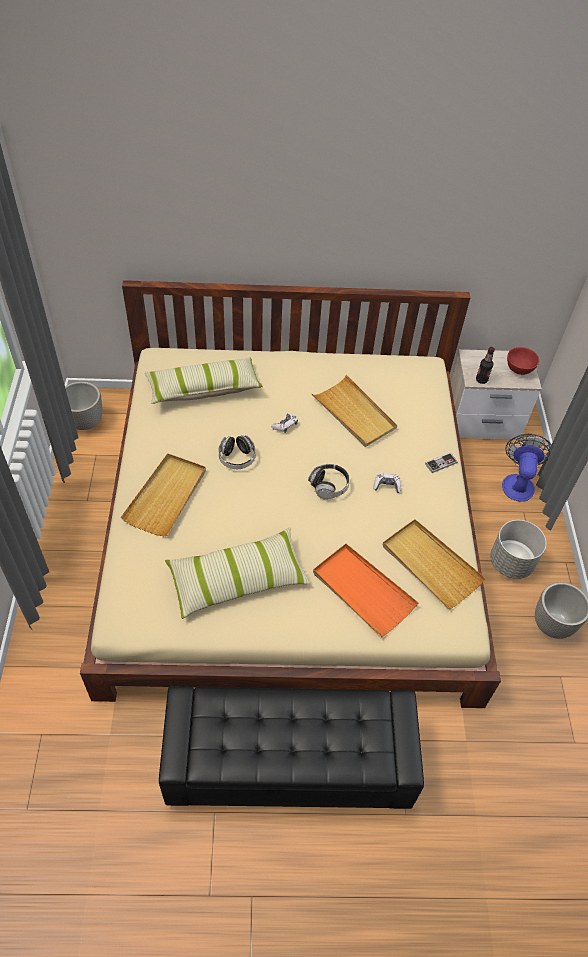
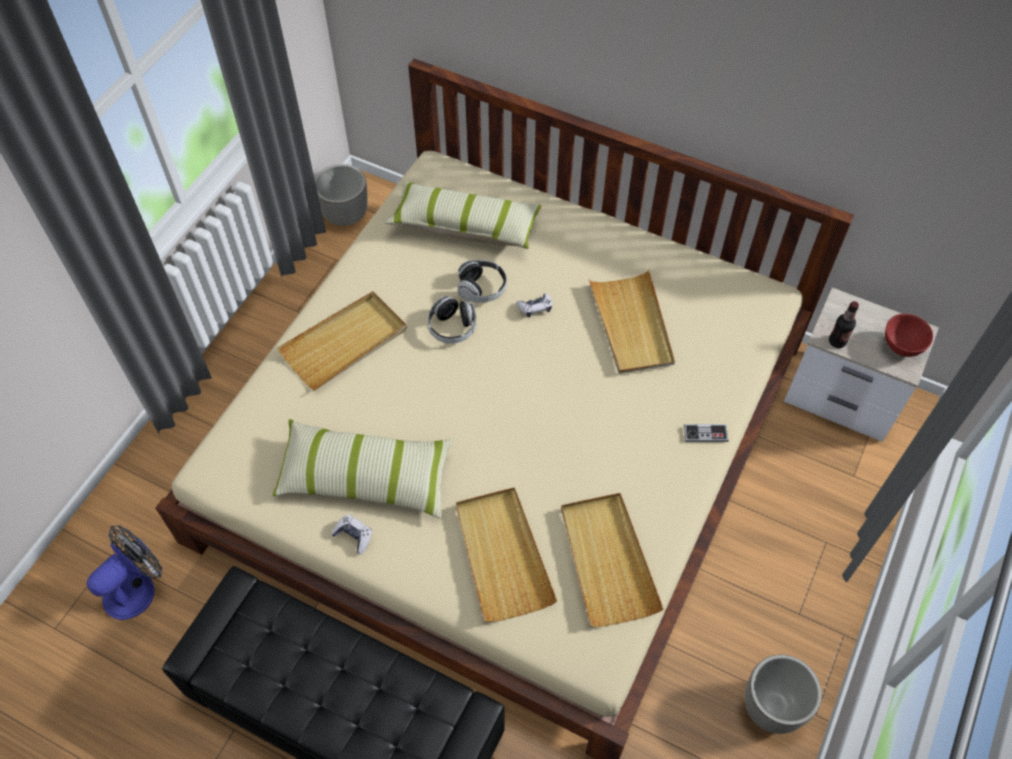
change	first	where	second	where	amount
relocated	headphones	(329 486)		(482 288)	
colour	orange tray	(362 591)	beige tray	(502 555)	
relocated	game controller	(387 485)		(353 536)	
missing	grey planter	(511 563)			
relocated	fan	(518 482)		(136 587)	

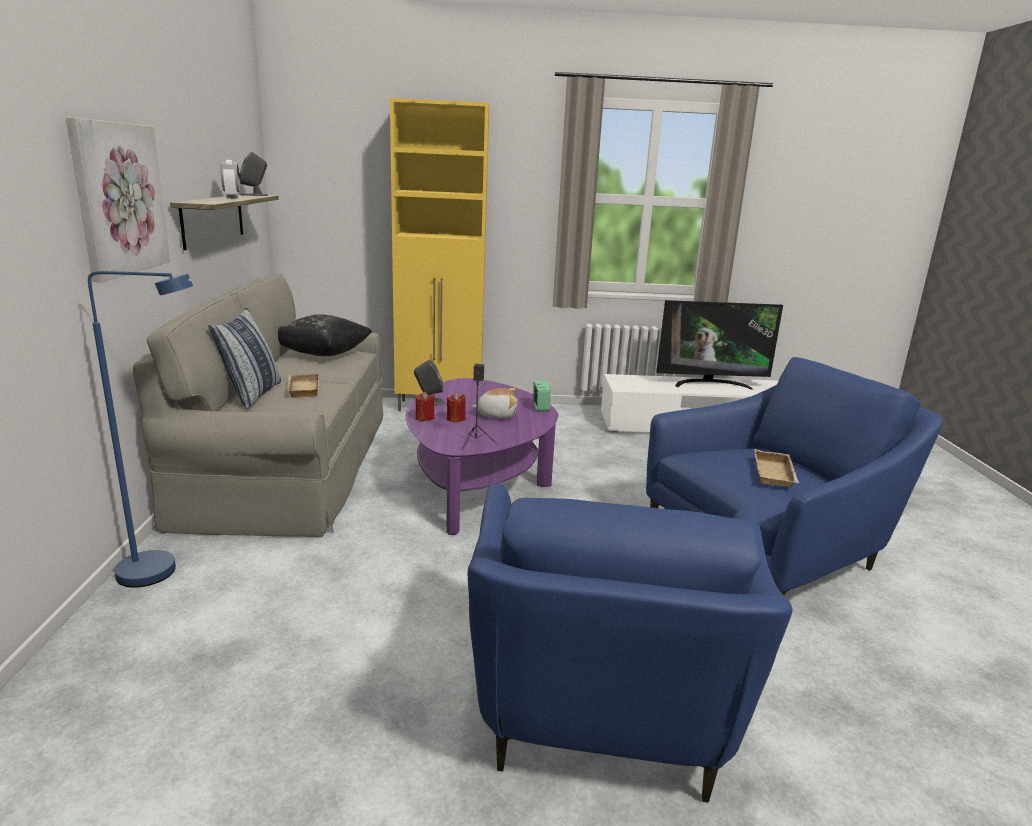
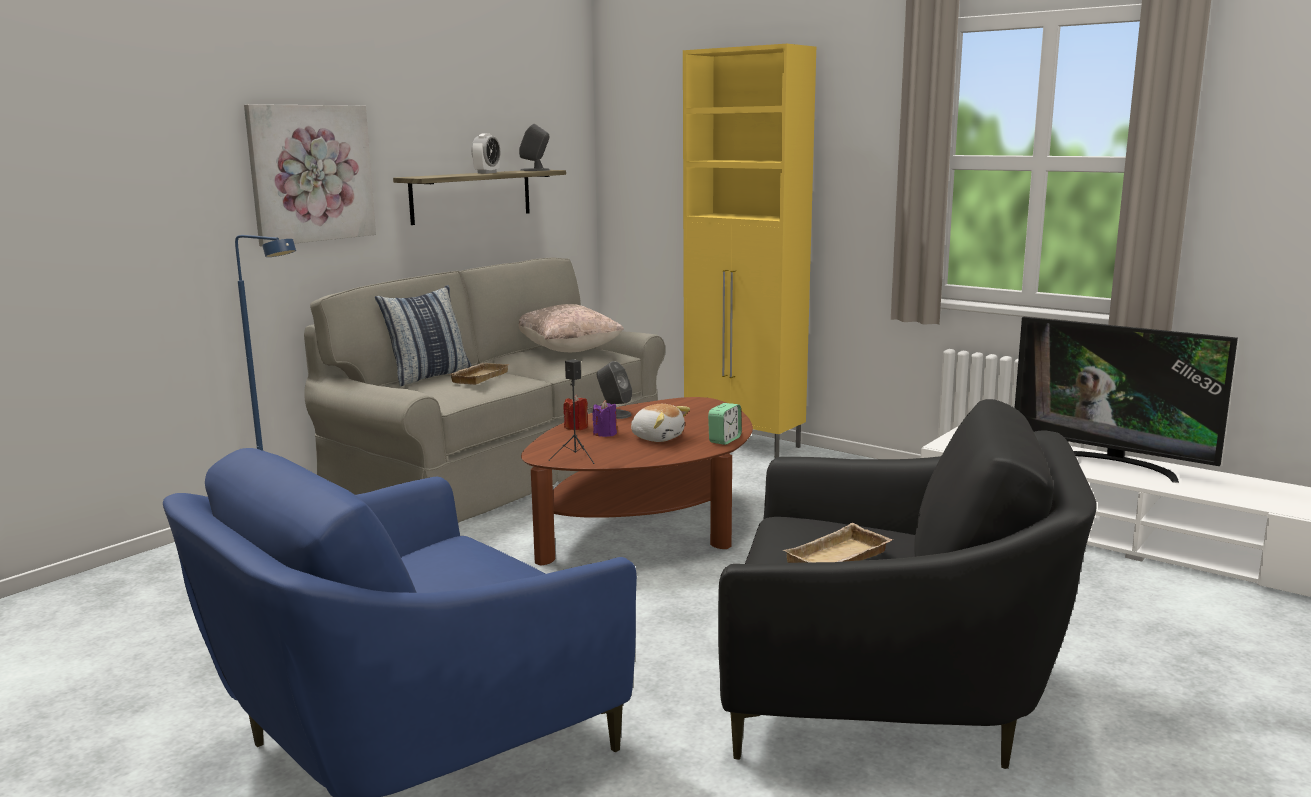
change	first	where	second	where	amount
colour	black pillow	(322 354)	beige pillow	(568 350)	
colour	purple coffee table	(476 482)	brown coffee table	(648 525)	
colour	red candle	(456 419)	purple candle	(605 434)	
colour	blue armchair	(770 551)	black armchair	(887 696)	

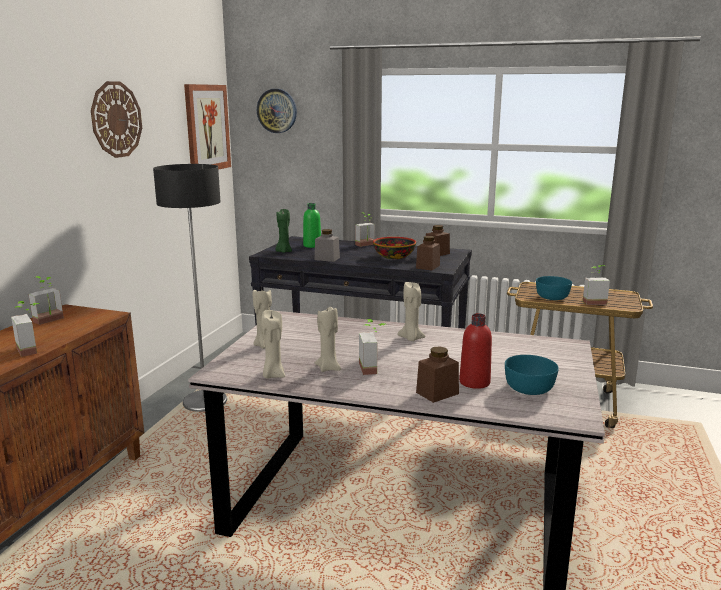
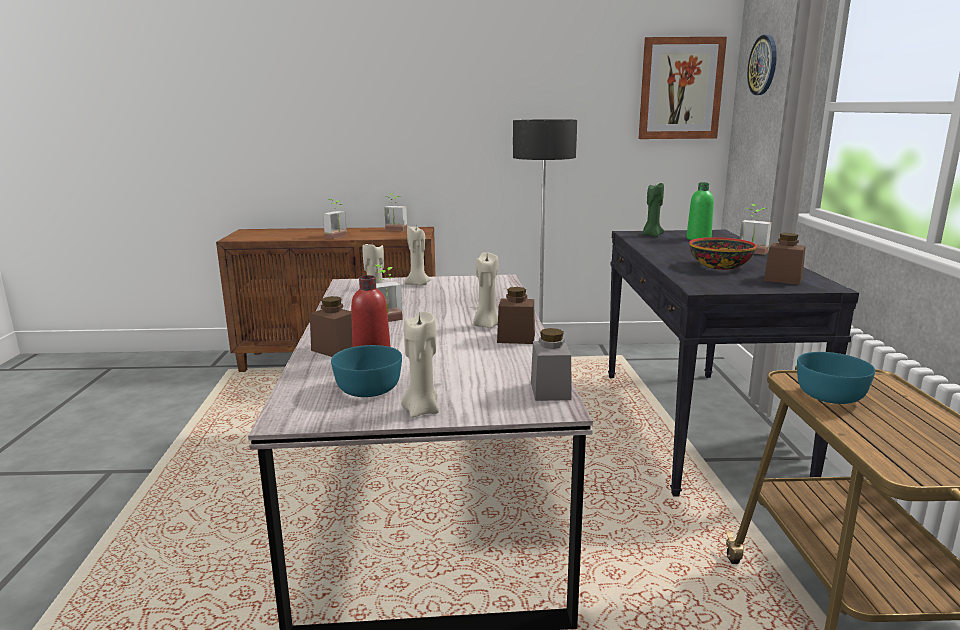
change	first	where	second	where	amount
missing	wall clock	(116 119)			
relocated	beige candle	(273 375)		(421 410)	
relocated	grey jar	(327 259)		(550 391)	
relocated	brown jar	(428 267)		(516 338)	
missing	potted plant	(593 301)			

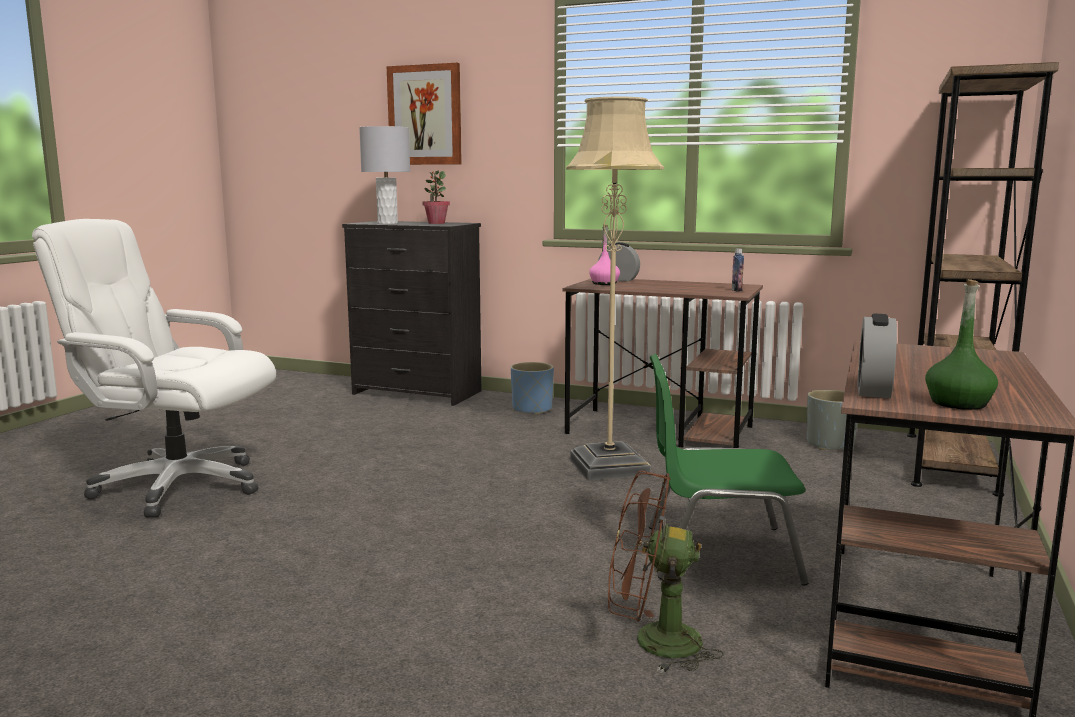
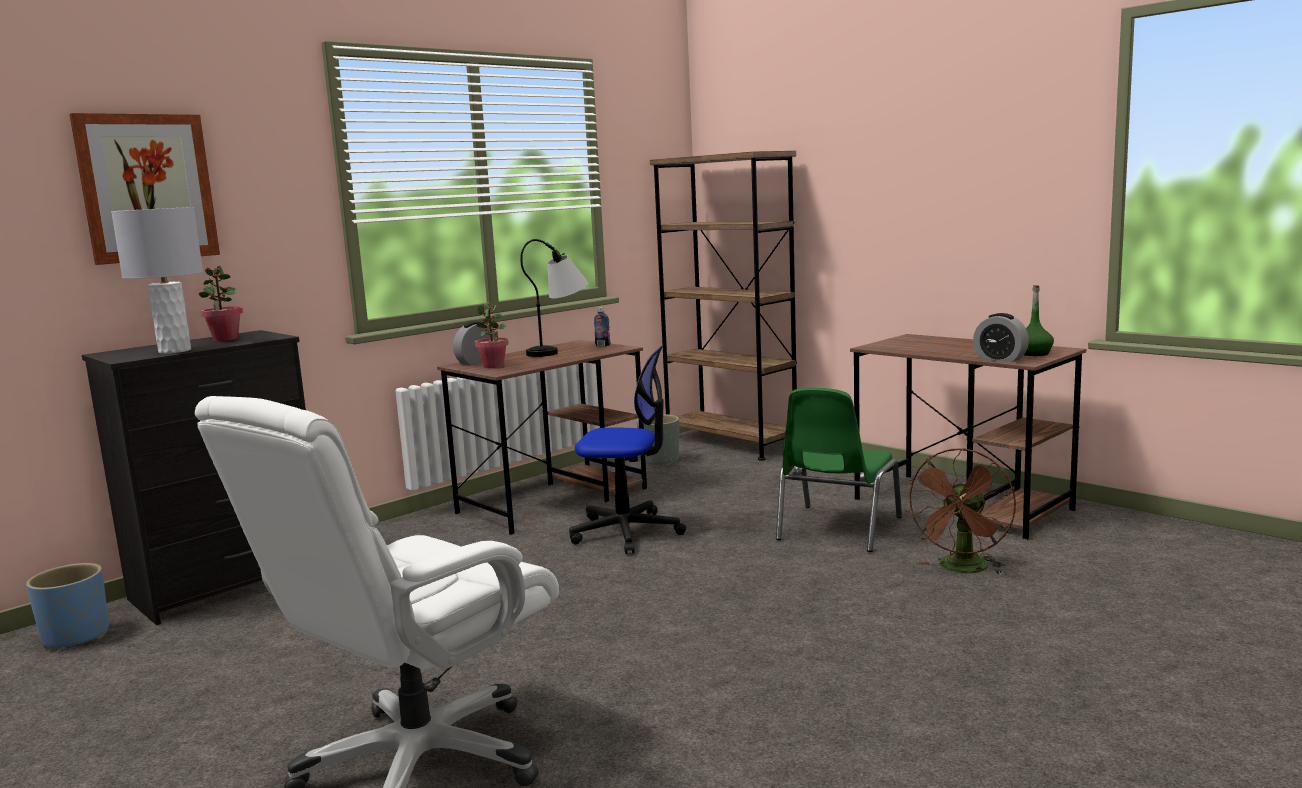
change	first	where	second	where	amount
relocated	blue planter	(532 409)		(76 637)	
exchanged	beige floor lamp	(609 467)	office chair	(627 532)	
exchanged	pink bottle	(604 283)	potted plant	(493 366)	
appeared			table lamp	(560 351)	

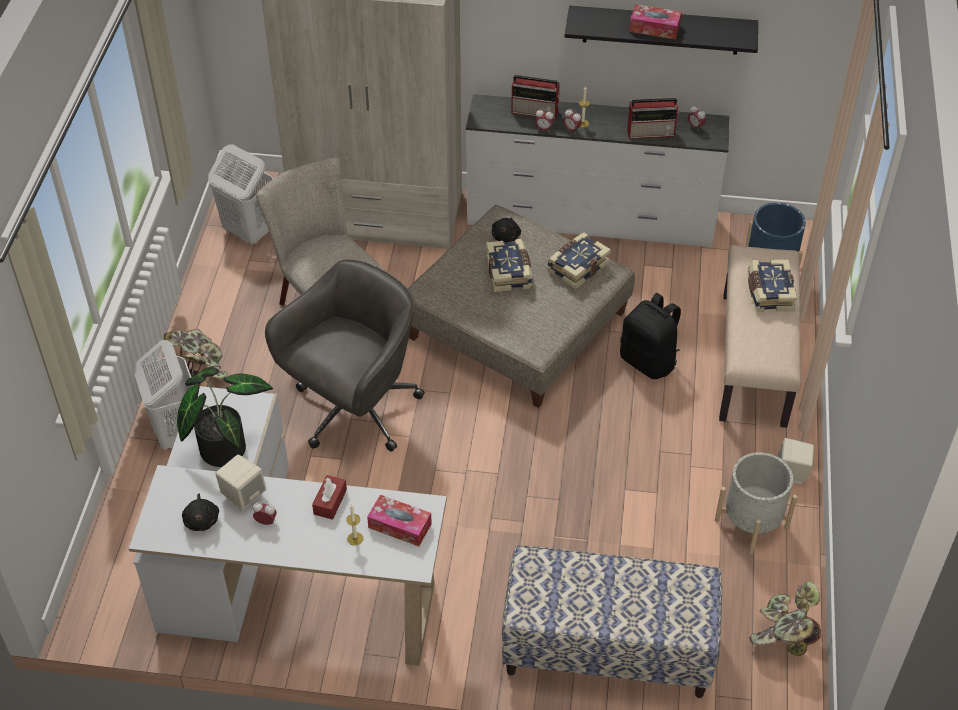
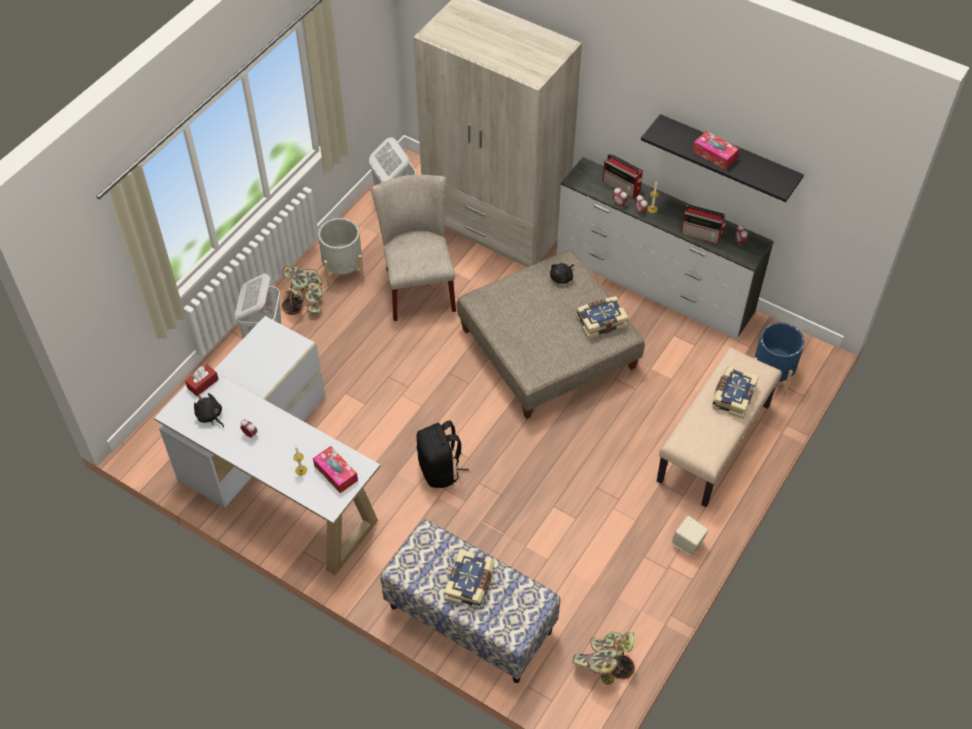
change	first	where	second	where	amount
missing	potted plant	(224 445)			
spun	black plush toy	(202 520)		(210 416)	120 degrees clockwise
missing	beige speaker	(243 495)			
missing	grey office chair	(354 410)			
relocated	red tissue box	(330 502)		(203 383)	
relocated	book	(509 272)		(470 584)	
relocated	black backpack	(649 361)		(440 470)	
relocated	grey planter	(751 524)		(343 270)	

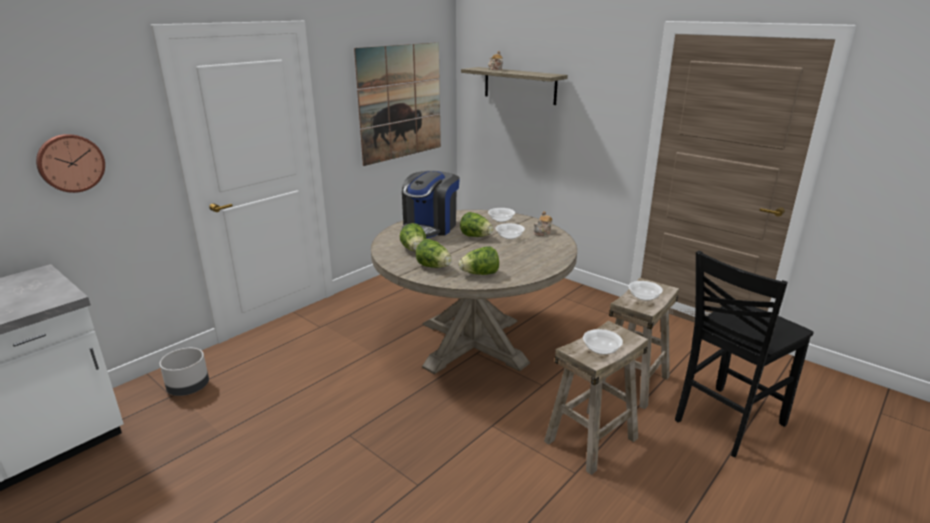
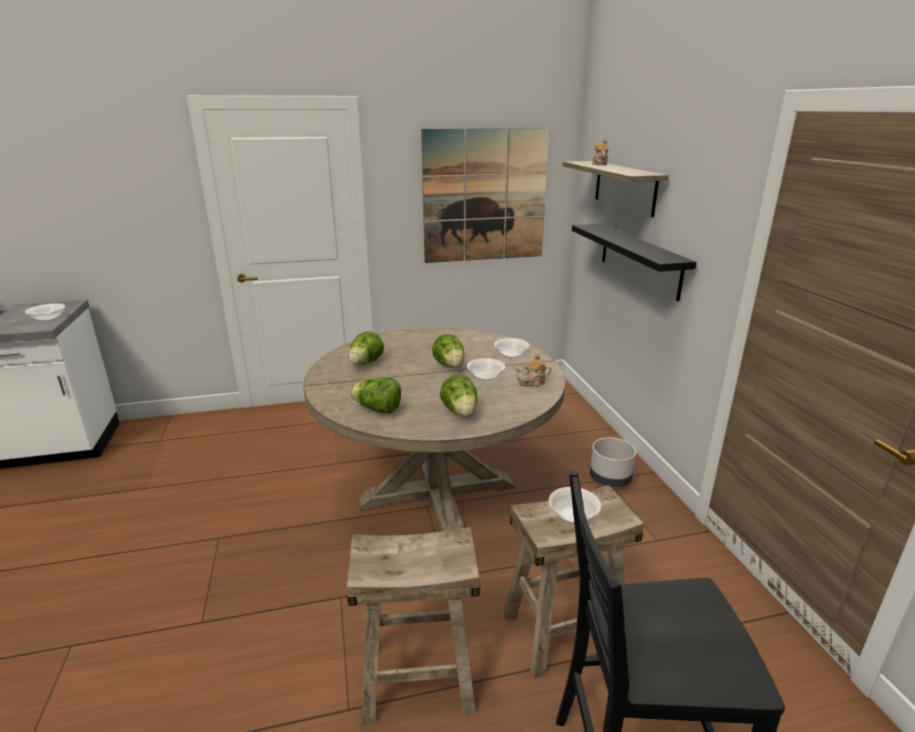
change	first	where	second	where	amount
missing	wall clock	(70 163)			
relocated	grey planter	(189 388)		(610 480)	
missing	coffee machine	(430 227)			
relocated	lettuce	(434 267)		(460 412)	
relocated	bowl	(601 349)		(48 318)	
appeared			black shelf	(639 259)	

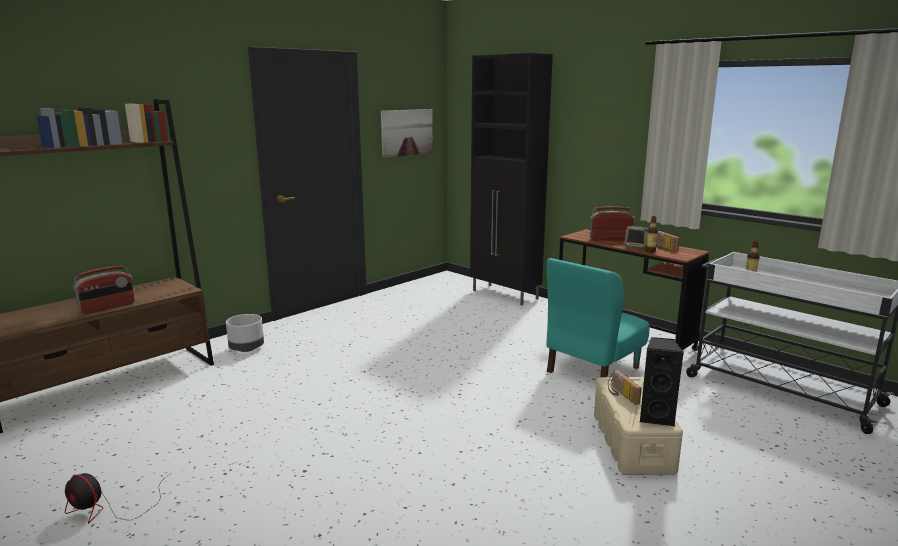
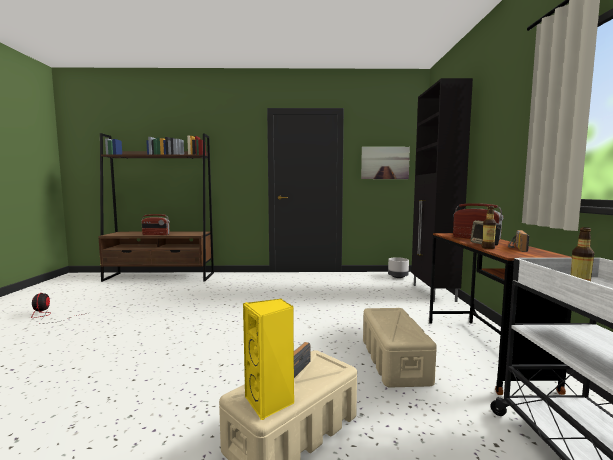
change	first	where	second	where	amount
relocated	grey planter	(246 348)		(397 277)	
exchanged	turquoise chair	(592 369)	beige storage box	(394 360)	
colour	black speaker	(656 417)	yellow speaker	(270 402)	

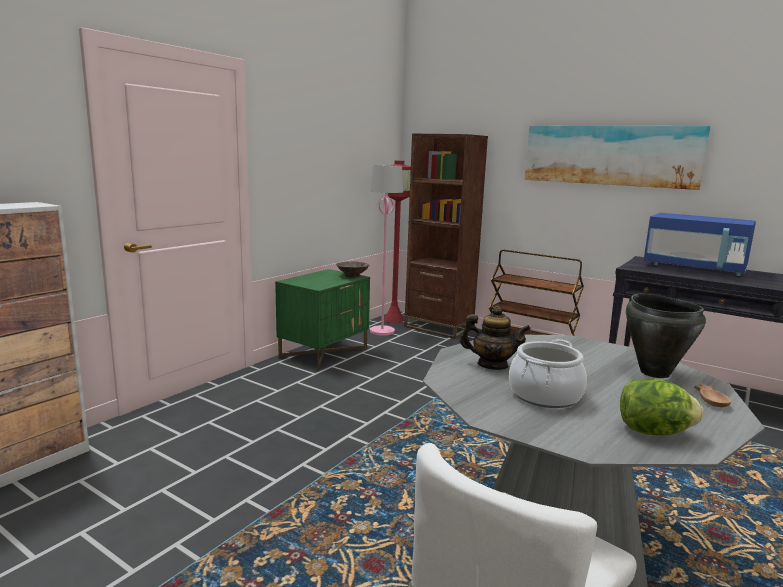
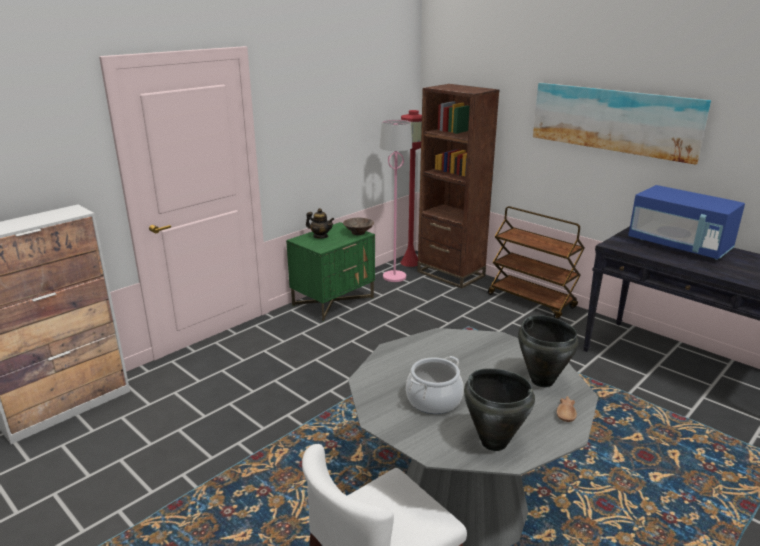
change	first	where	second	where	amount
relocated	teapot	(492 365)		(320 236)	
exchanged	lettuce	(653 432)	black cooking pot	(493 442)	

